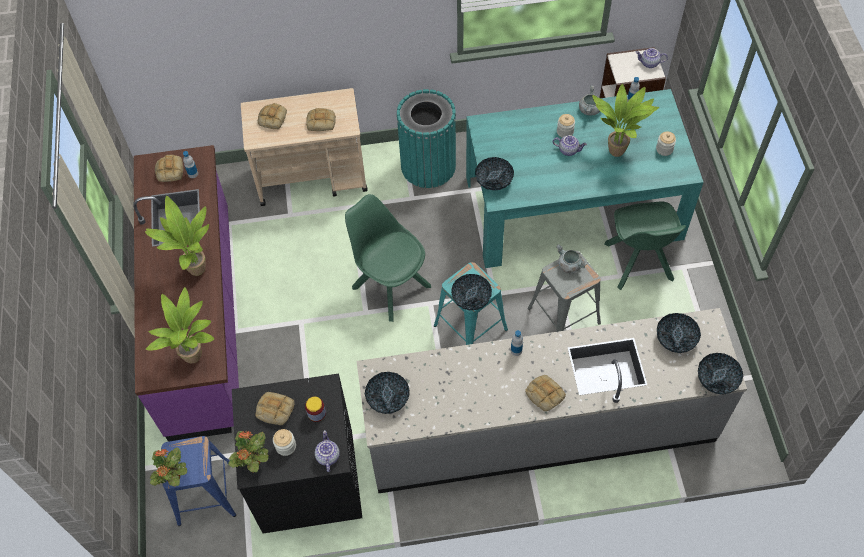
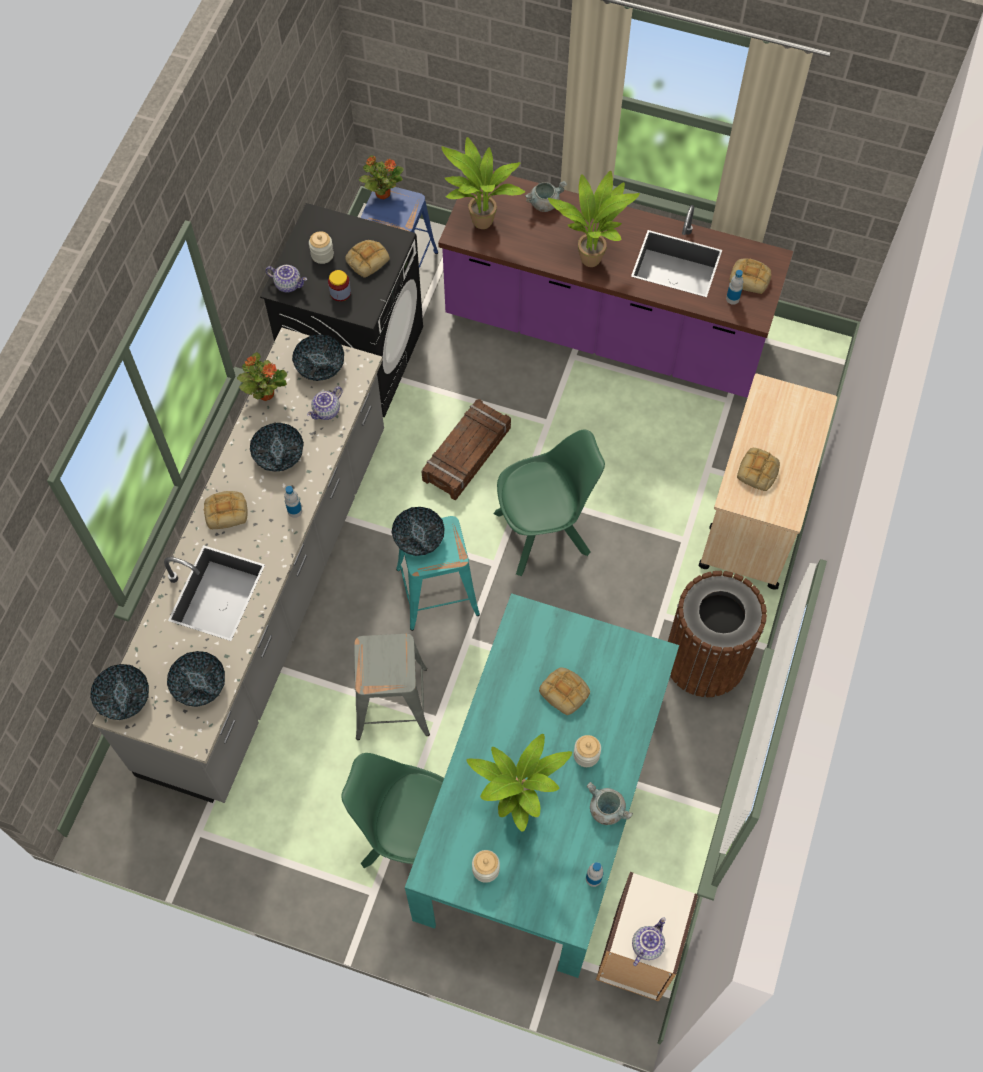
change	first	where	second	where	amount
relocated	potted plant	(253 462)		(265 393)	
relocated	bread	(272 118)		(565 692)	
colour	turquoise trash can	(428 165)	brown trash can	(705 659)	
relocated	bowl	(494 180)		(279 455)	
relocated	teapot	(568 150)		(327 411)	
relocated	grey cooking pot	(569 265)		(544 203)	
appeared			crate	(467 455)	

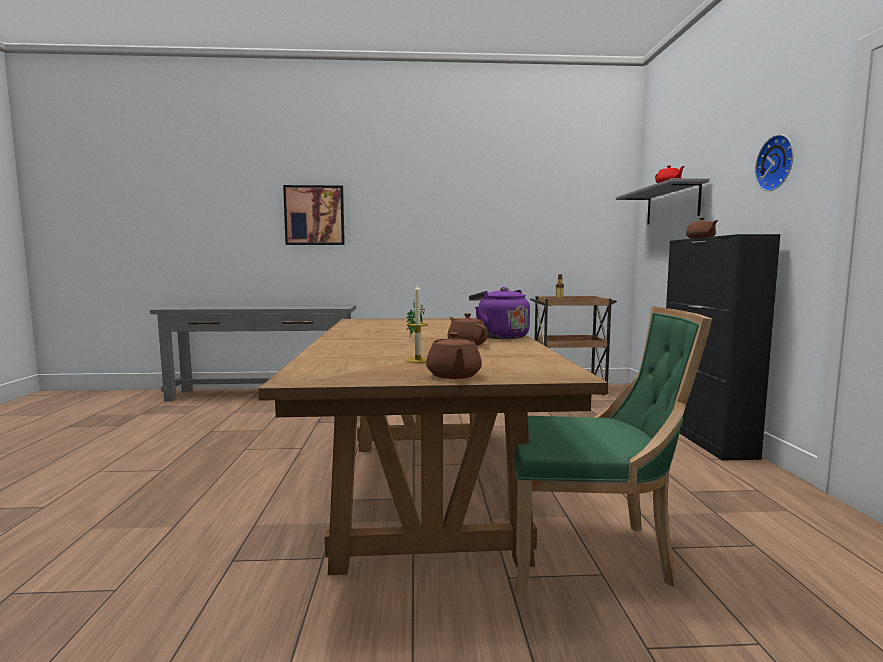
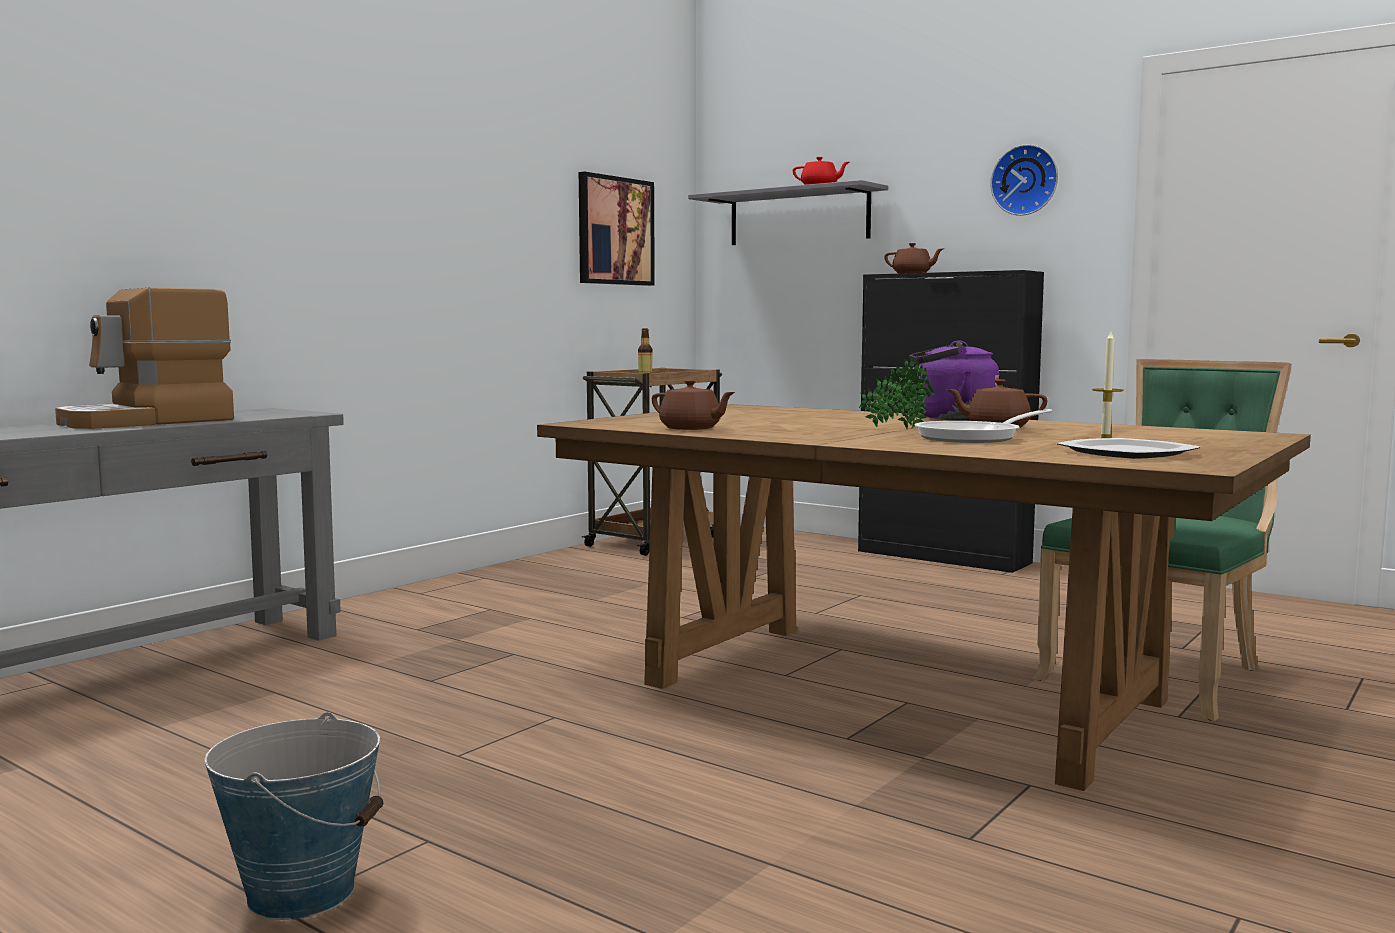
change	first	where	second	where	amount
relocated	picture	(314 215)		(615 231)	
relocated	brown teapot	(453 375)		(691 428)	
appeared			coffee machine	(148 421)	
appeared			bucket	(302 892)	
appeared			frying pan	(975 438)	
appeared			plate	(1125 453)	

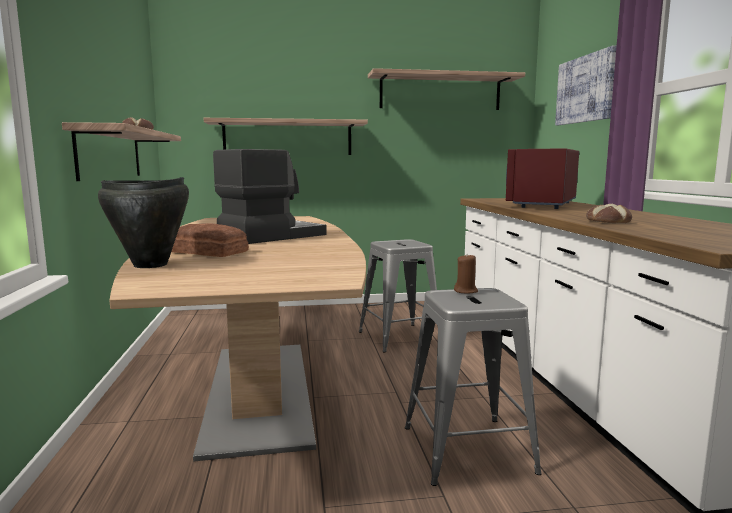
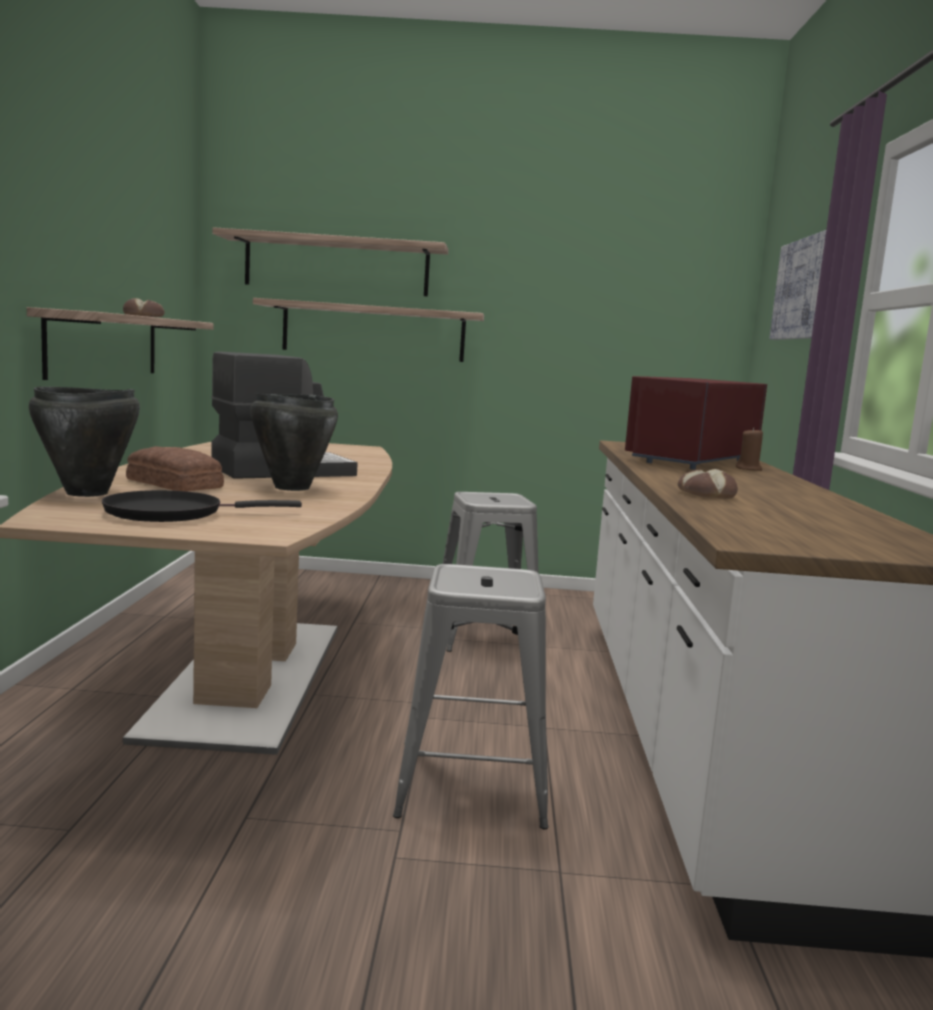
change	first	where	second	where	amount
relocated	shelf	(440 92)		(337 266)	
relocated	brown candle	(466 291)		(748 469)	
appeared			black frying pan	(172 513)	
appeared			black cooking pot	(291 487)	

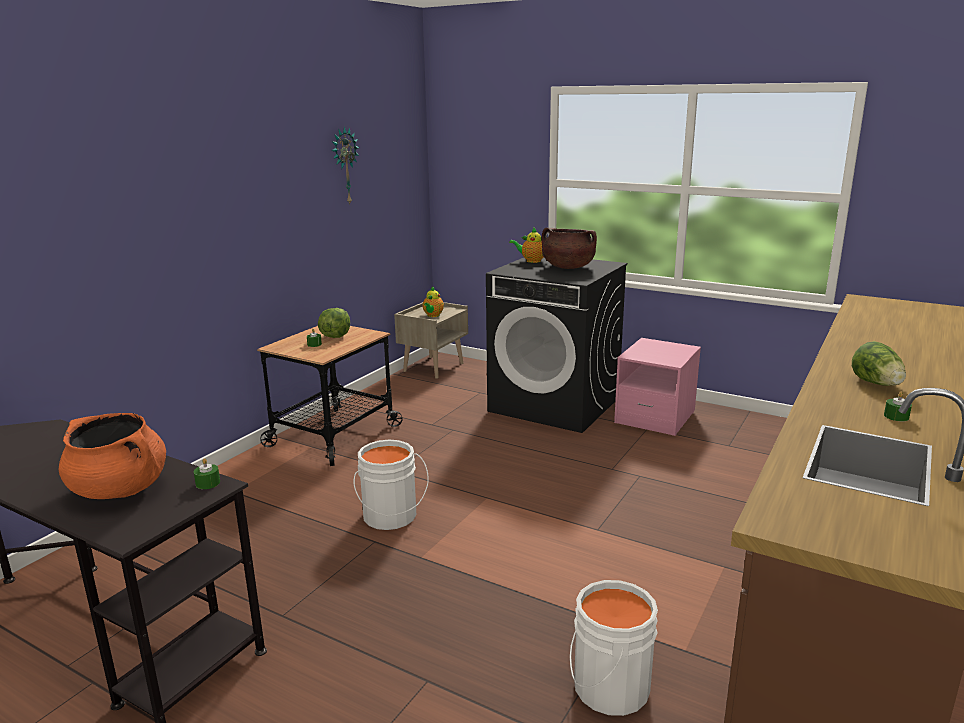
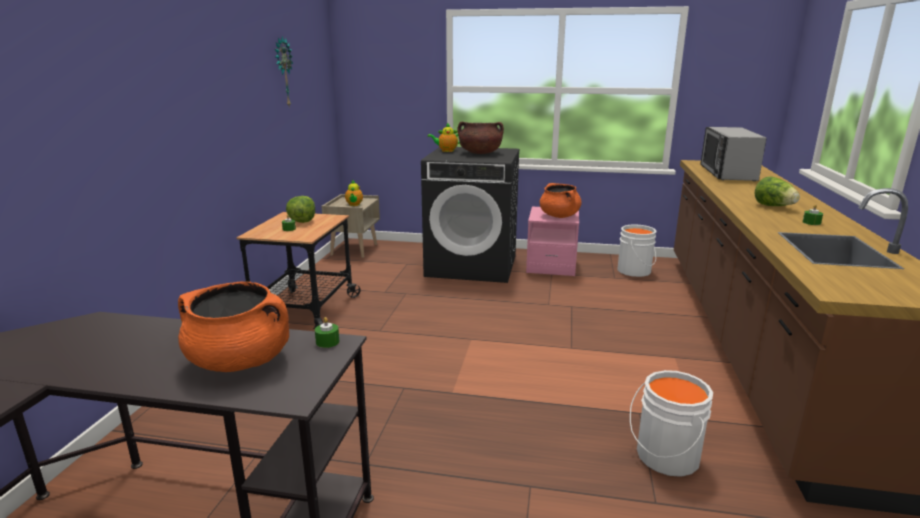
change	first	where	second	where	amount
relocated	white bucket	(391 517)		(635 271)	
appeared			orange cooking pot	(559 216)	
appeared			microwave	(727 173)	

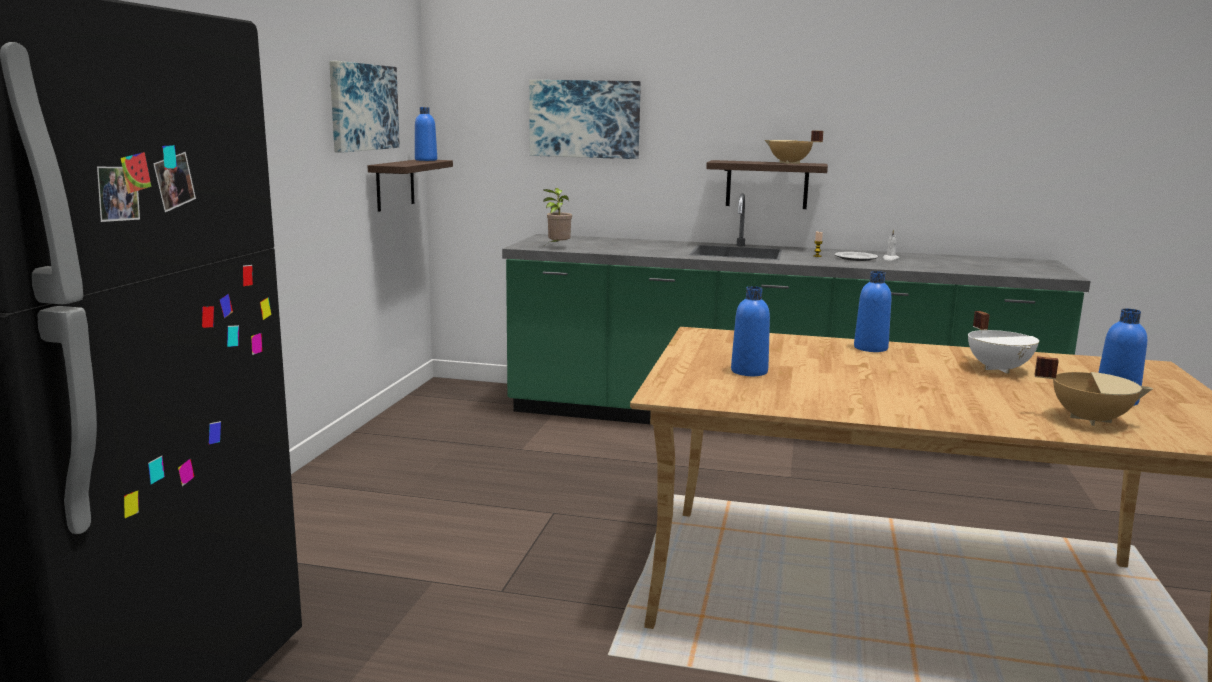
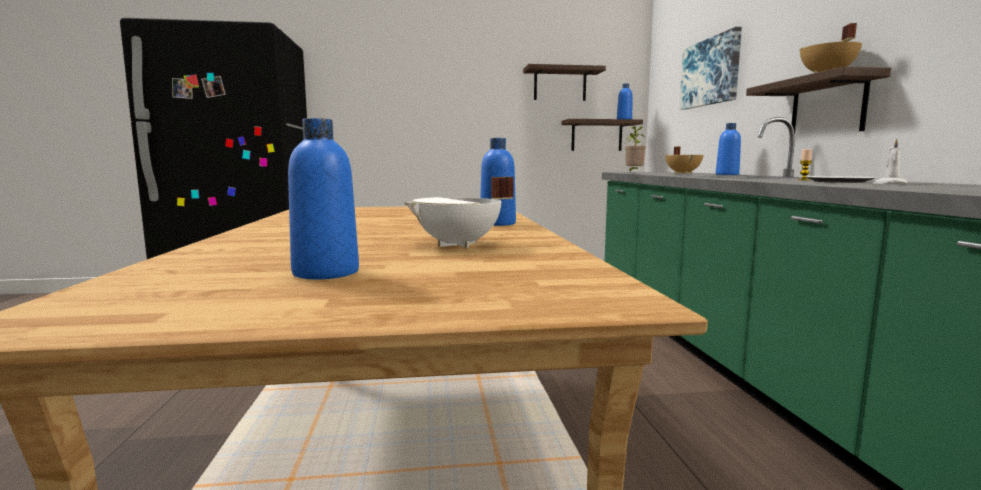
change	first	where	second	where	amount
exchanged	picture	(362 107)	shelf	(560 85)	
relocated	blue bottle	(749 371)		(727 174)	
relocated	beige cooking pot	(1089 419)		(683 173)	

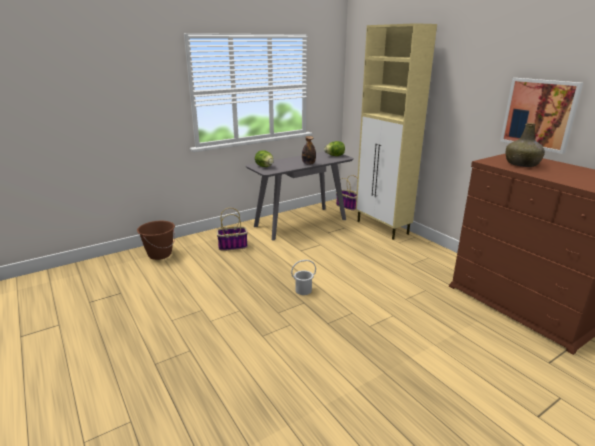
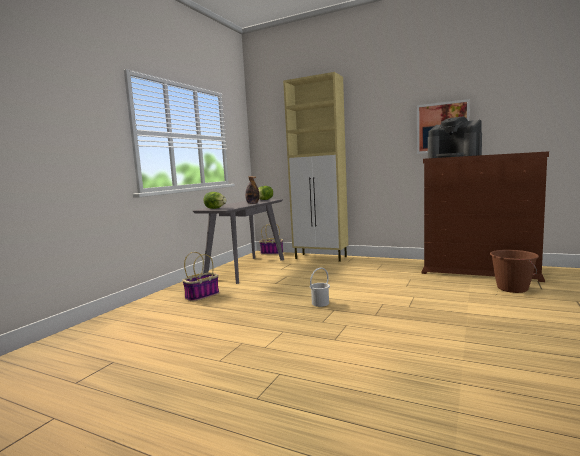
change	first	where	second	where	amount
relocated	brown bucket	(160 254)		(512 288)	
exchanged	green bottle	(522 164)	coffee machine	(454 156)	

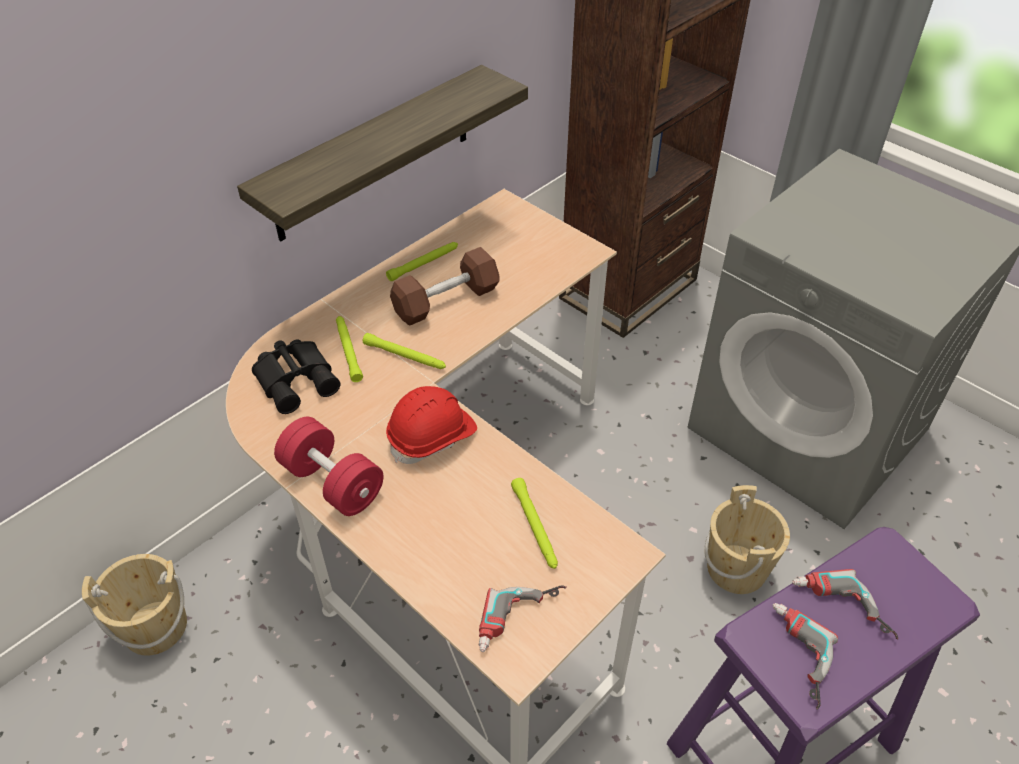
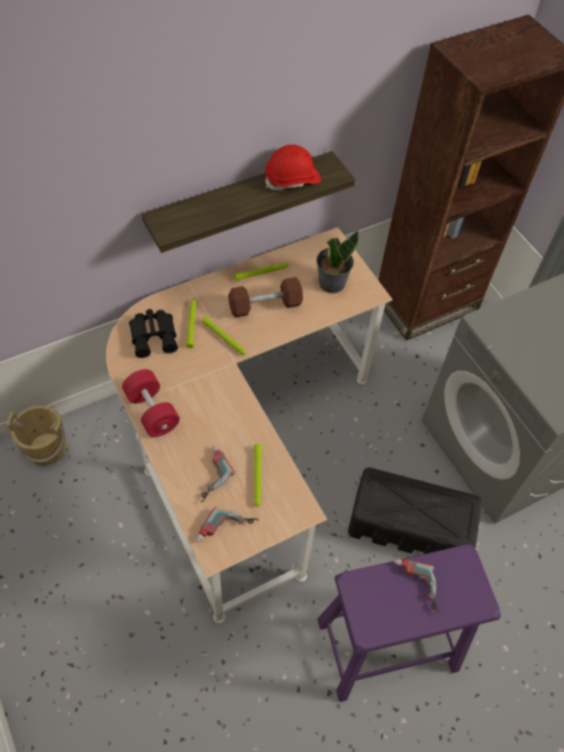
change	first	where	second	where	amount
relocated	red hard hat	(432 437)		(292 180)	
exchanged	beige bucket	(736 568)	black storage box	(410 526)	
relocated	power drill	(794 656)		(209 474)	
appeared			potted plant	(331 283)	

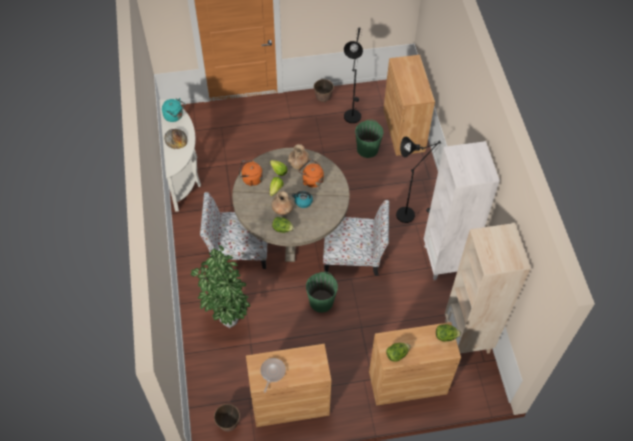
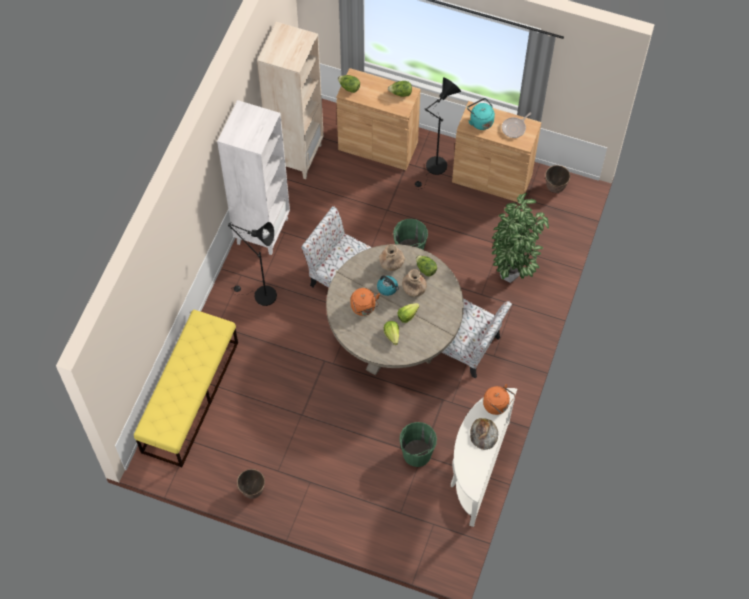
change	first	where	second	where	amount
relocated	turquoise kettle	(174 116)		(480 121)	
relocated	orange kettle	(251 179)		(497 405)	
relocated	brown vase	(298 163)		(391 264)	
relocated	black floor lamp	(352 113)		(434 169)	
relocated	green bucket	(367 149)		(416 453)	
exchanged	brown cabinet	(404 130)	yellow bench	(190 396)	

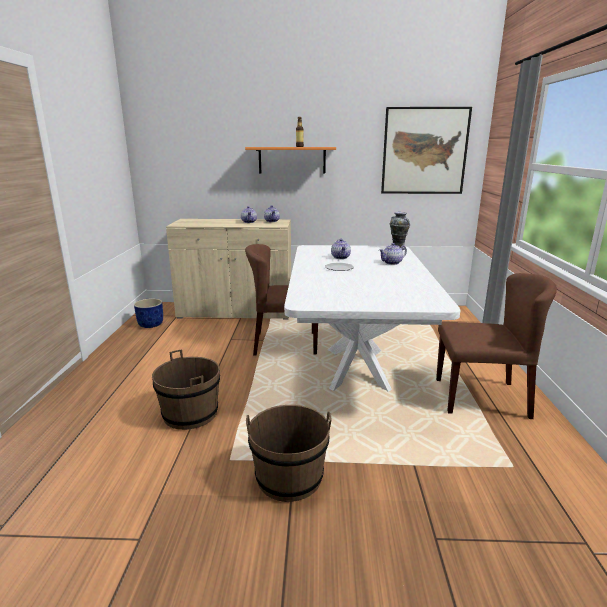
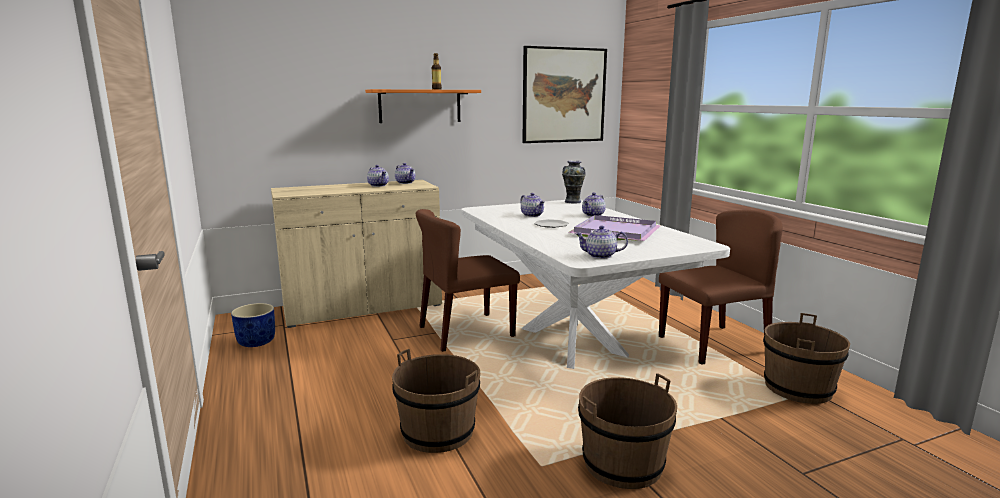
change	first	where	second	where	amount
appeared			purple tray	(617 232)	
appeared			teapot	(600 256)	
appeared			brown bucket	(798 388)	

